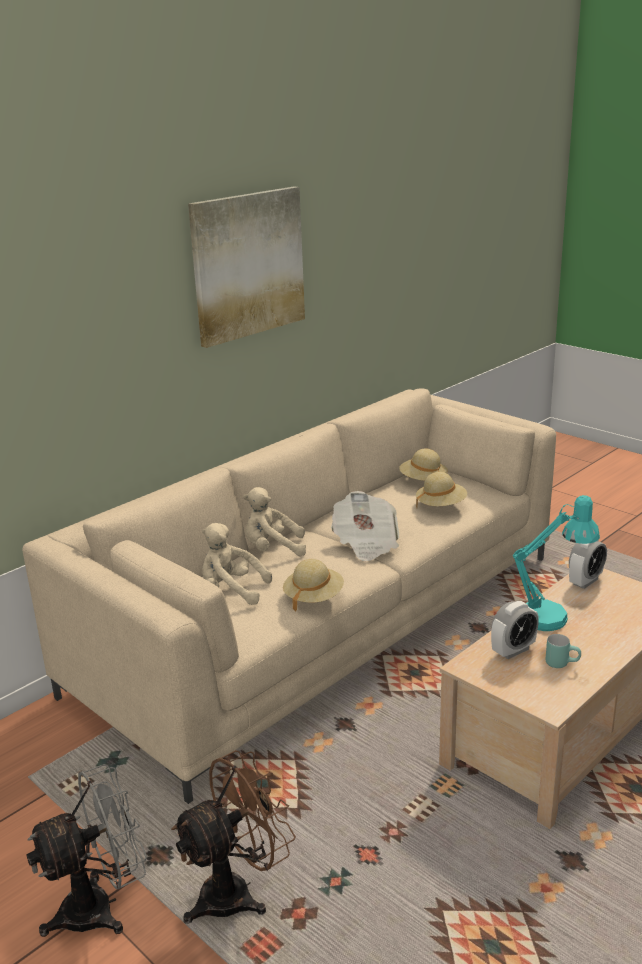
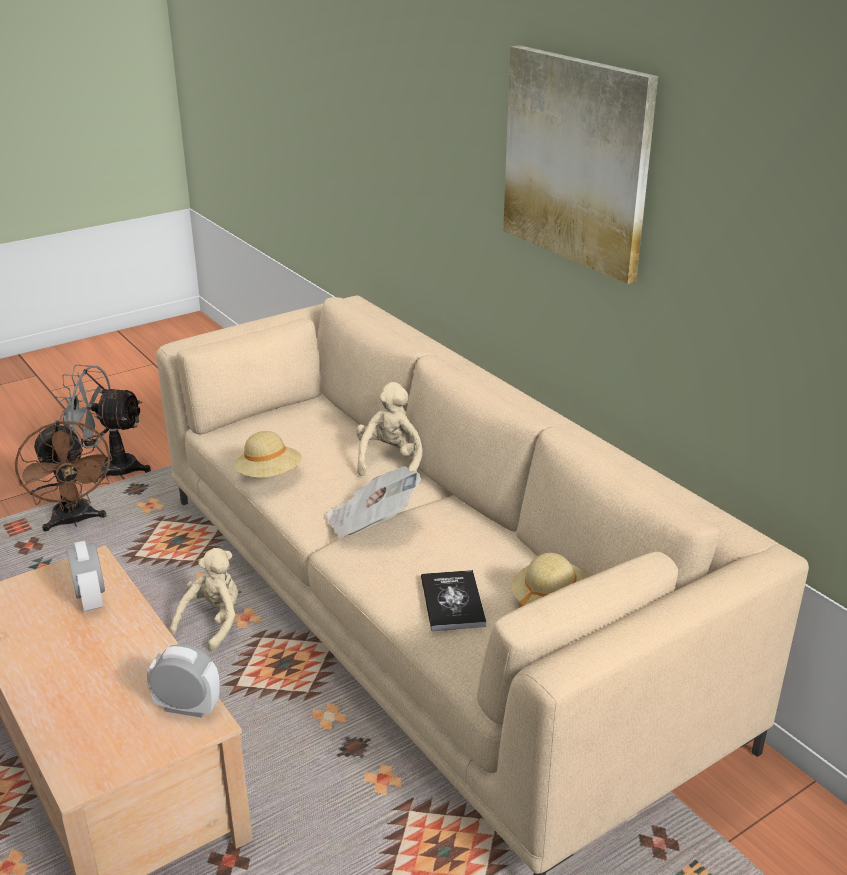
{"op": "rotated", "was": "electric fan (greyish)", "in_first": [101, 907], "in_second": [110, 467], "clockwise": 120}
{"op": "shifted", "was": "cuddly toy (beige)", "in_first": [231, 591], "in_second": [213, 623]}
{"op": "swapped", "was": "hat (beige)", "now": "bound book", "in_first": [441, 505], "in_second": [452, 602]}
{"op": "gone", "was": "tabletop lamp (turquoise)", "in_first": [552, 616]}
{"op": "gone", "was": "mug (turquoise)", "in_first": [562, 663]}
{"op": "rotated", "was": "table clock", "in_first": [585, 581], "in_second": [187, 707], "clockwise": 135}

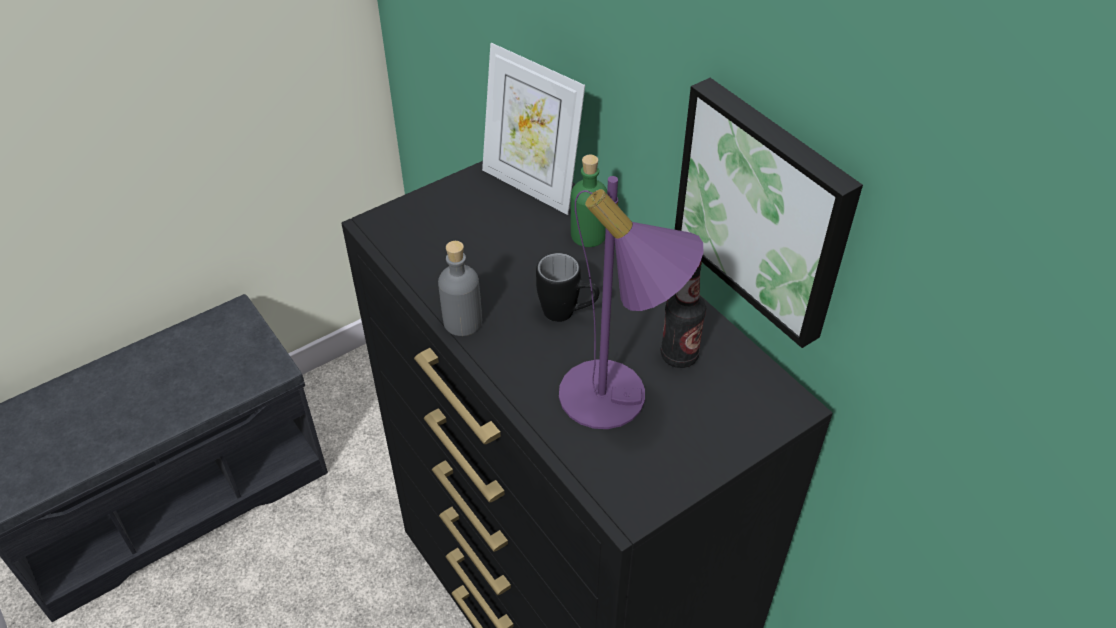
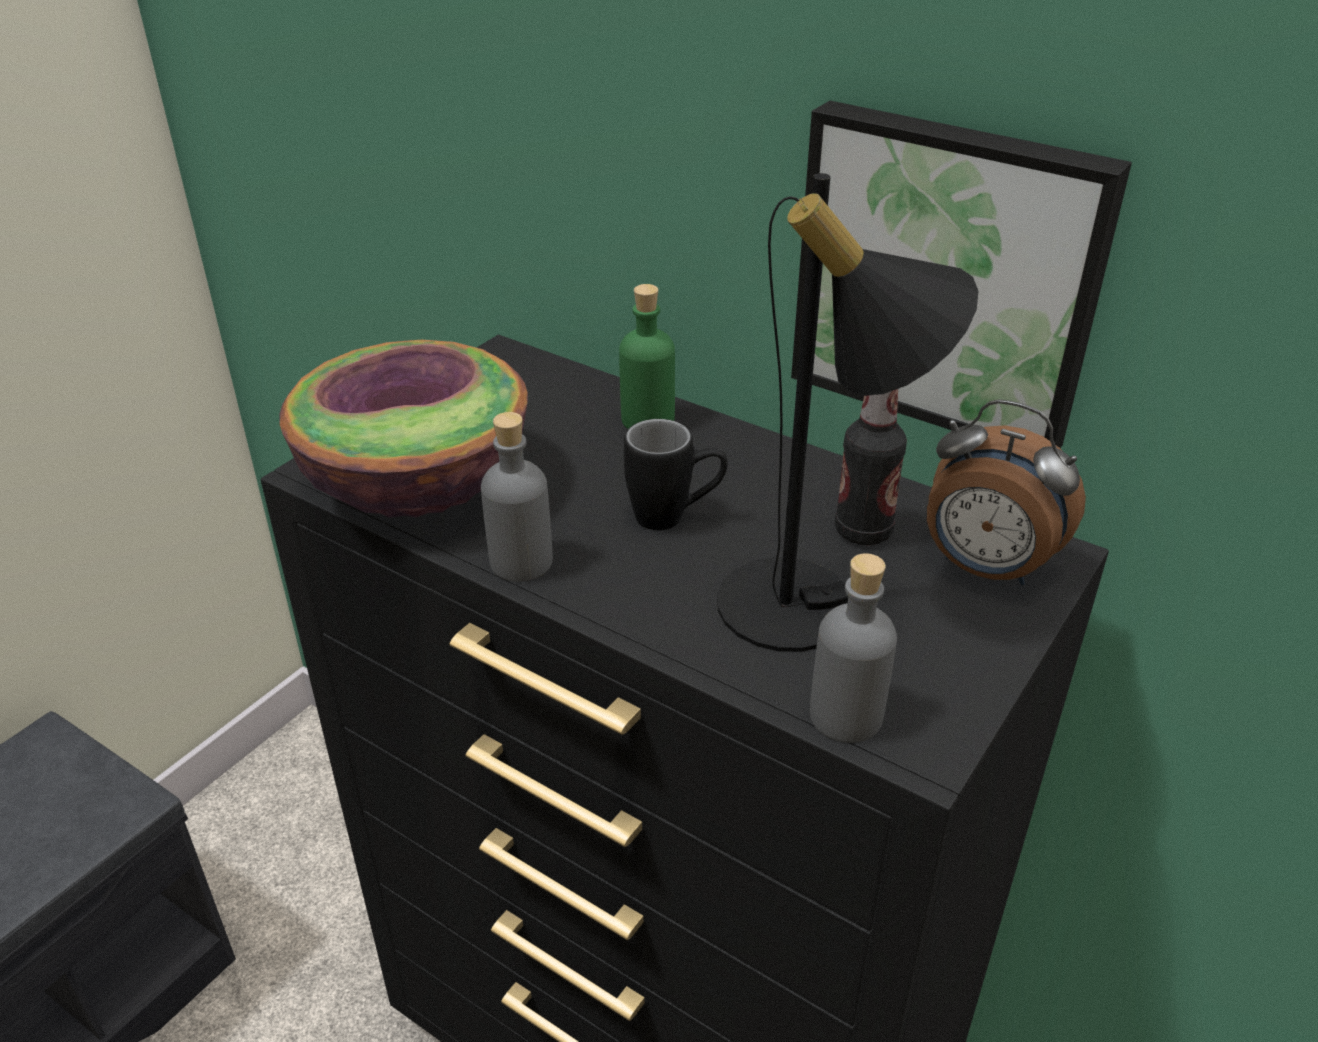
{"op": "gone", "was": "standing frame", "in_first": [531, 186]}
{"op": "repainted", "was": "tabletop lamp (purple)", "now": "tabletop lamp (black)", "in_first": [617, 402], "in_second": [814, 608]}
{"op": "new", "now": "serving bowl", "in_second": [418, 486]}
{"op": "new", "now": "beverage bottle (greyish)", "in_second": [846, 716]}
{"op": "new", "now": "table clock", "in_second": [985, 568]}

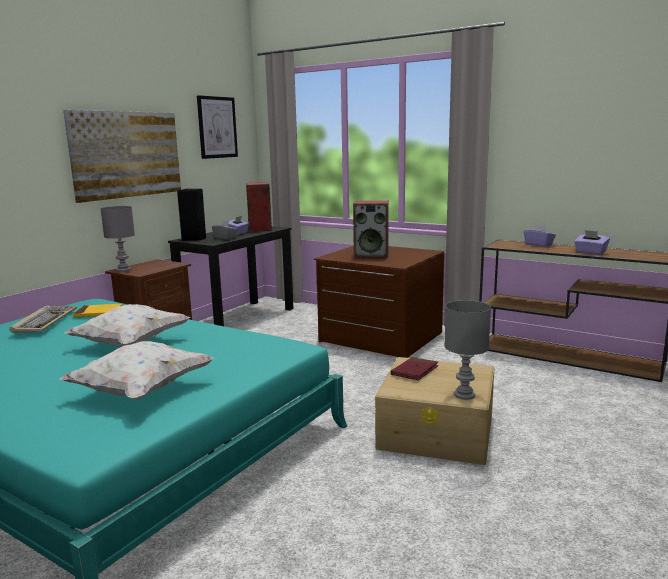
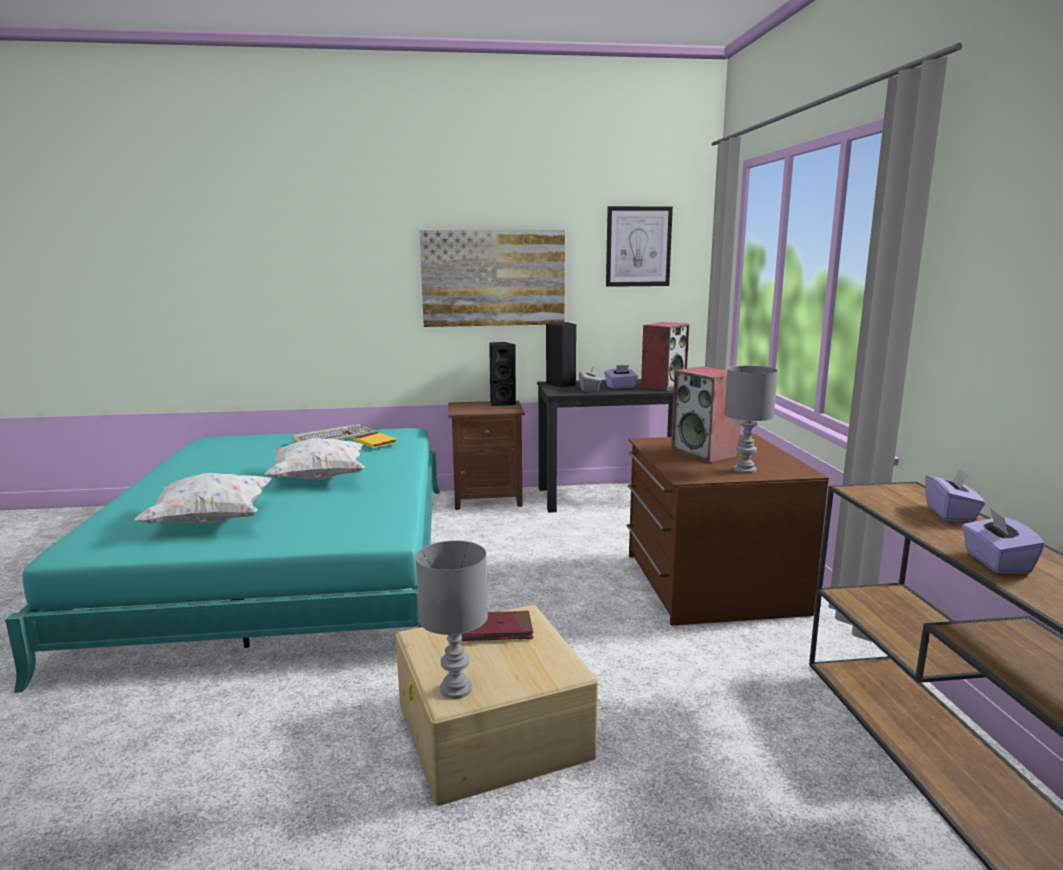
{"op": "shifted", "was": "tabletop lamp (greyish)", "in_first": [123, 270], "in_second": [744, 470]}
{"op": "new", "now": "loudspeaker (black)", "in_second": [501, 403]}

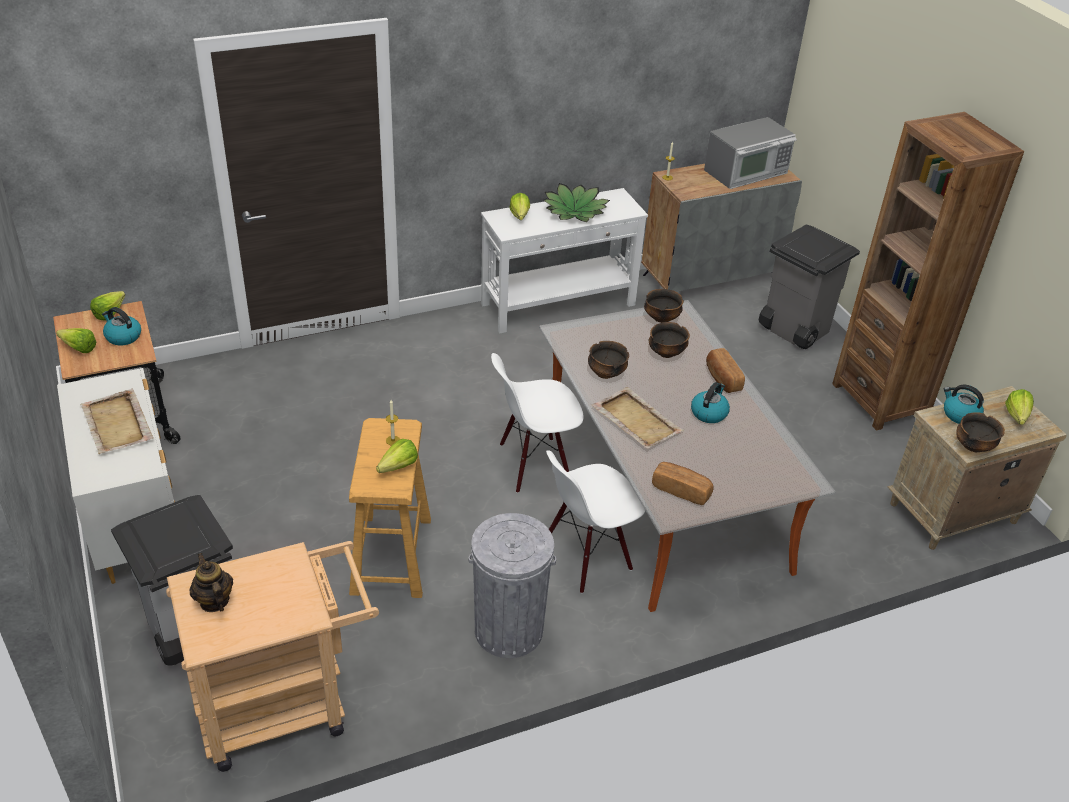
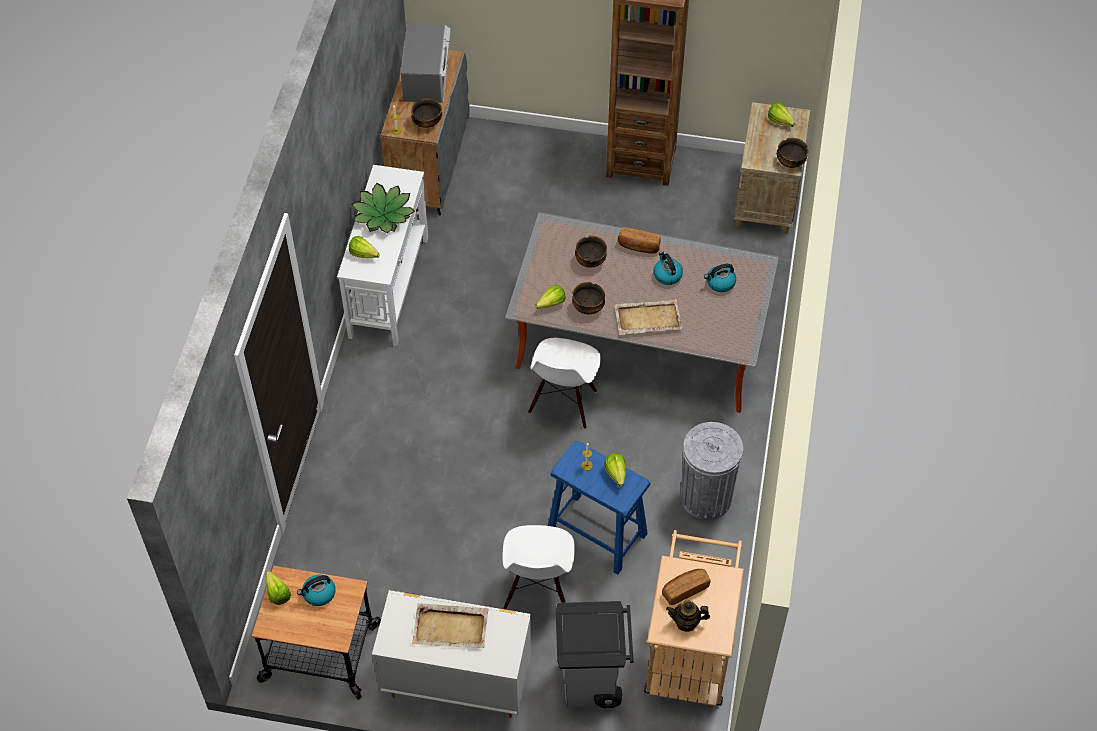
{"op": "shifted", "was": "lettuce head", "in_first": [77, 347], "in_second": [549, 305]}
{"op": "repainted", "was": "stool (beige)", "now": "stool (blue)", "in_first": [391, 555], "in_second": [596, 533]}
{"op": "shifted", "was": "upright chair (whitish)", "in_first": [587, 556], "in_second": [538, 590]}
{"op": "shifted", "was": "serving bowl", "in_first": [661, 318], "in_second": [427, 122]}
{"op": "shifted", "was": "bakery bread", "in_first": [681, 490], "in_second": [685, 589]}
{"op": "gone", "was": "waste bin (greyish)", "in_first": [793, 330]}
{"op": "shifted", "was": "water kettle", "in_first": [960, 415], "in_second": [720, 283]}

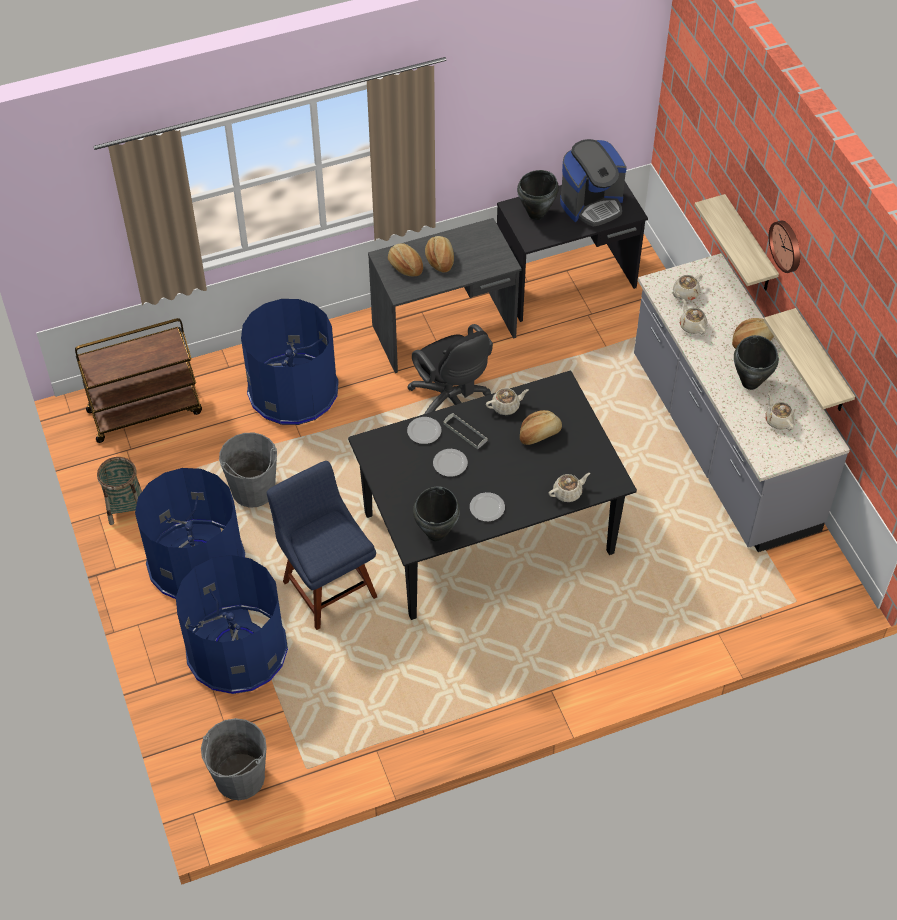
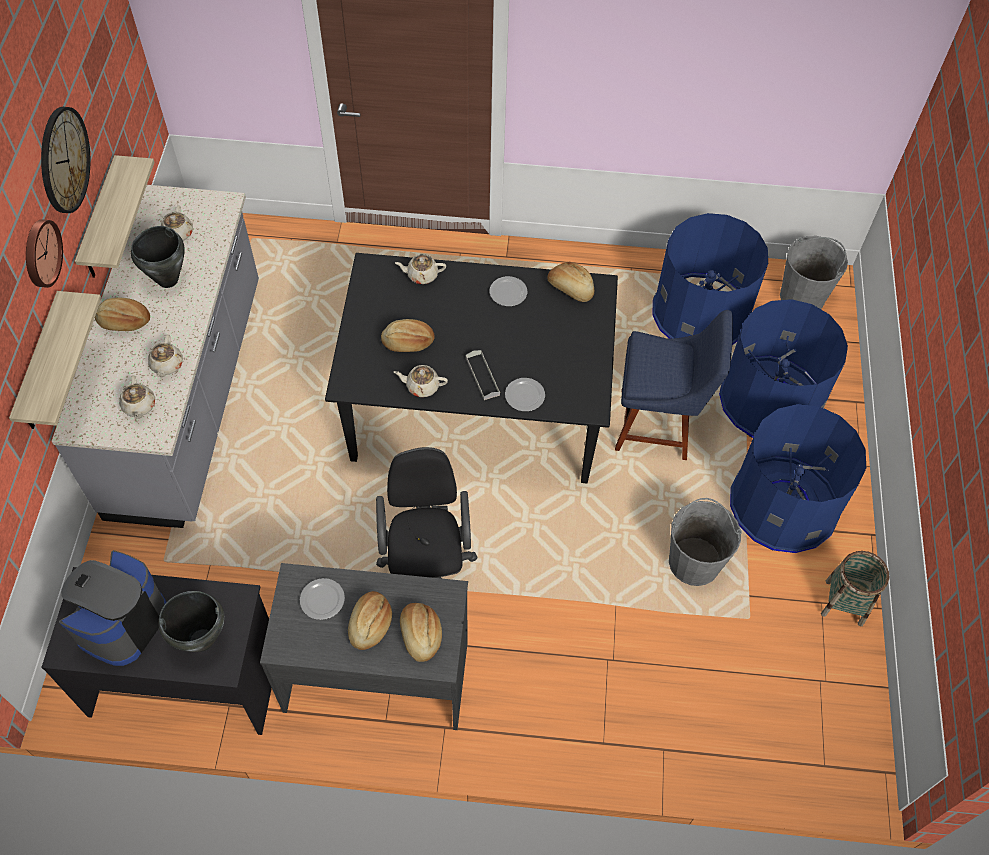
{"op": "gone", "was": "trolley (brownish)", "in_first": [145, 411]}
{"op": "shifted", "was": "waste bin (blue)", "in_first": [293, 390], "in_second": [700, 314]}
{"op": "rotated", "was": "upright chair (blue)", "in_first": [327, 586], "in_second": [659, 425], "clockwise": -75}
{"op": "swapped", "was": "cooking pot (black)", "now": "bakery bread", "in_first": [437, 533], "in_second": [570, 289]}
{"op": "shifted", "was": "flat dish", "in_first": [449, 463], "in_second": [322, 600]}
{"op": "rotated", "was": "coffee machine", "in_first": [592, 204], "in_second": [121, 622], "clockwise": -60}
{"op": "rotated", "was": "teapot (beige)", "in_first": [685, 294], "in_second": [139, 406], "clockwise": 90}
{"op": "new", "now": "hanging clock", "in_second": [63, 160]}

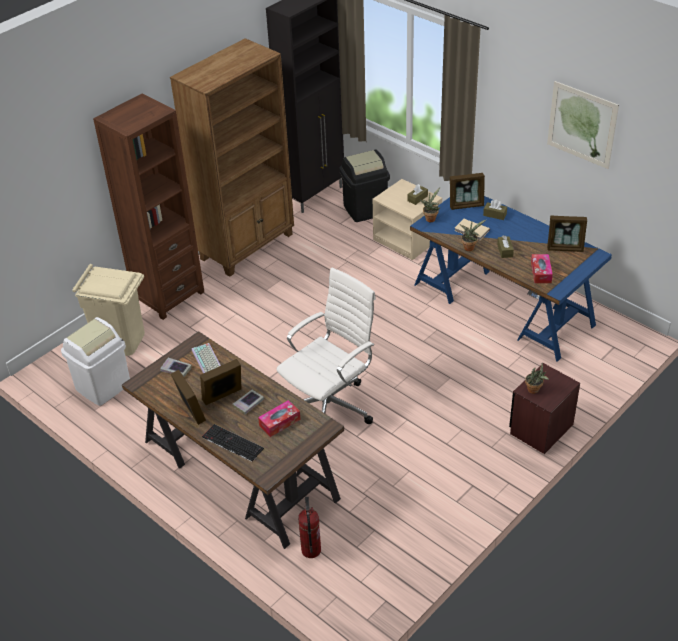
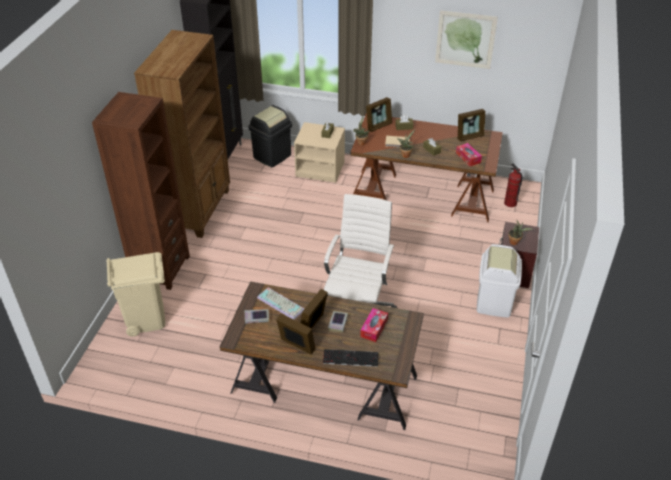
{"op": "shifted", "was": "waste bin (whitish)", "in_first": [103, 386], "in_second": [493, 302]}
{"op": "shifted", "was": "extinguisher", "in_first": [310, 550], "in_second": [510, 203]}
{"op": "repainted", "was": "desk (blue)", "now": "desk (brownish)", "in_first": [503, 304], "in_second": [423, 194]}

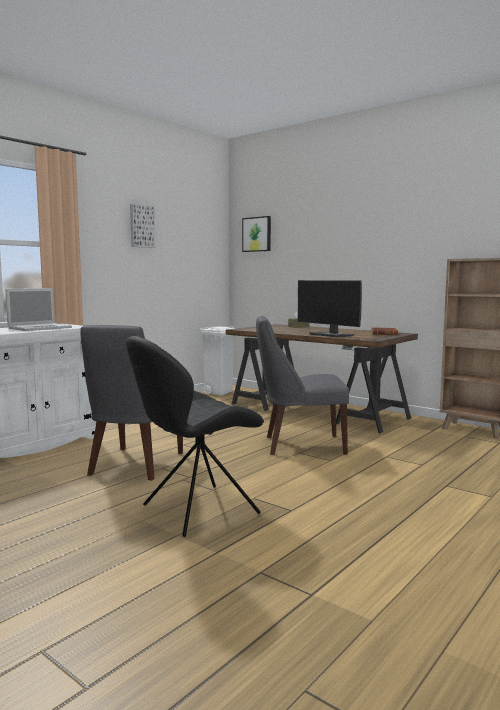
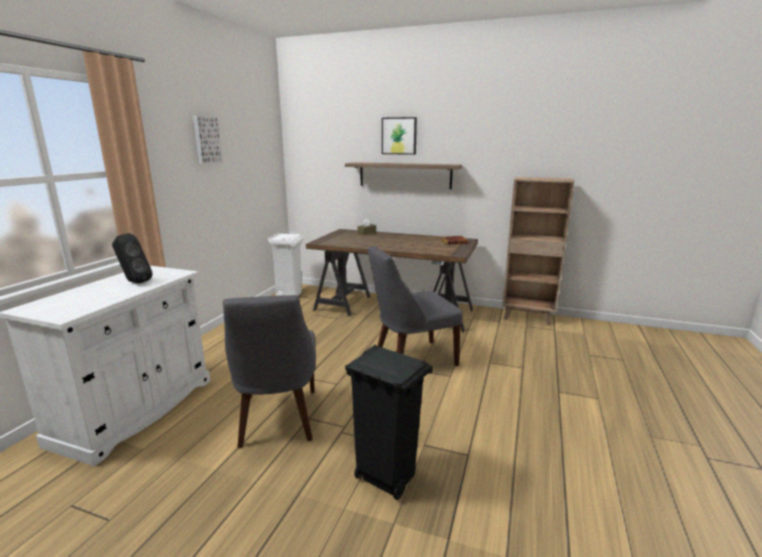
{"op": "swapped", "was": "notebook computer", "now": "loudspeaker (black)", "in_first": [41, 328], "in_second": [134, 282]}
{"op": "swapped", "was": "upright chair (black)", "now": "waste bin (black)", "in_first": [196, 510], "in_second": [386, 478]}
{"op": "shifted", "was": "wall picture", "in_first": [257, 234], "in_second": [399, 136]}
{"op": "gone", "was": "monitor", "in_first": [332, 335]}
{"op": "new", "now": "wall shelf", "in_second": [404, 175]}

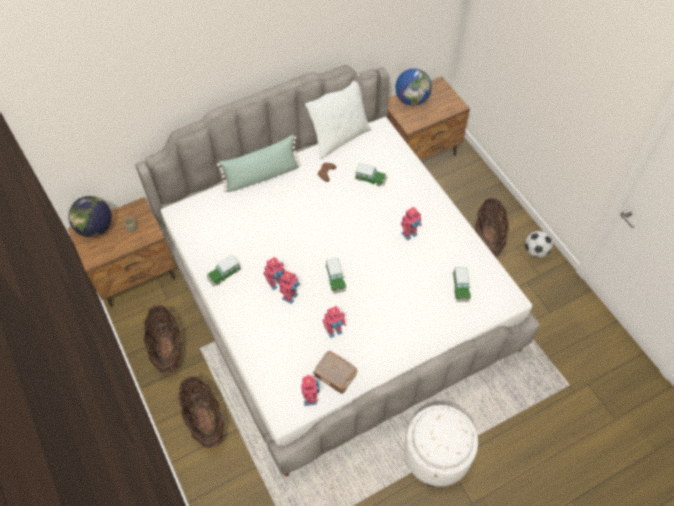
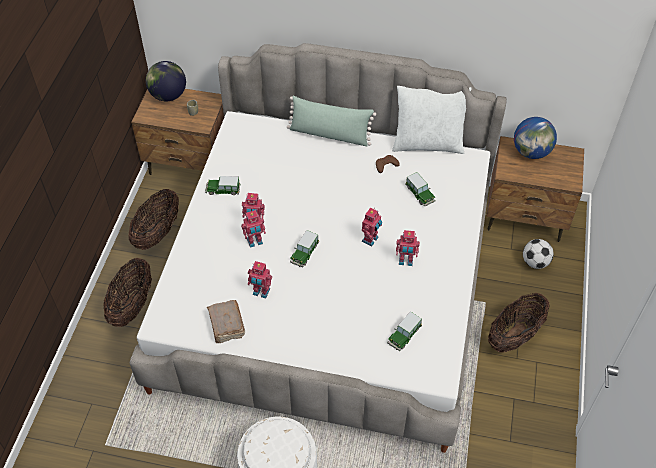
{"op": "shifted", "was": "toy robot", "in_first": [311, 398], "in_second": [371, 239]}
{"op": "shifted", "was": "football", "in_first": [536, 251], "in_second": [535, 262]}

